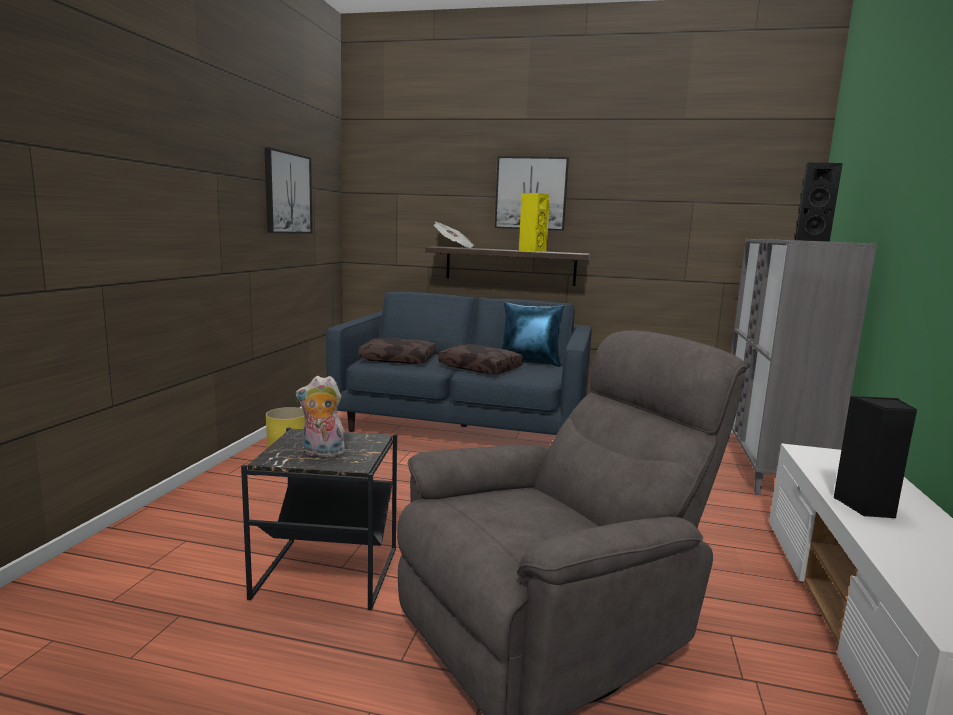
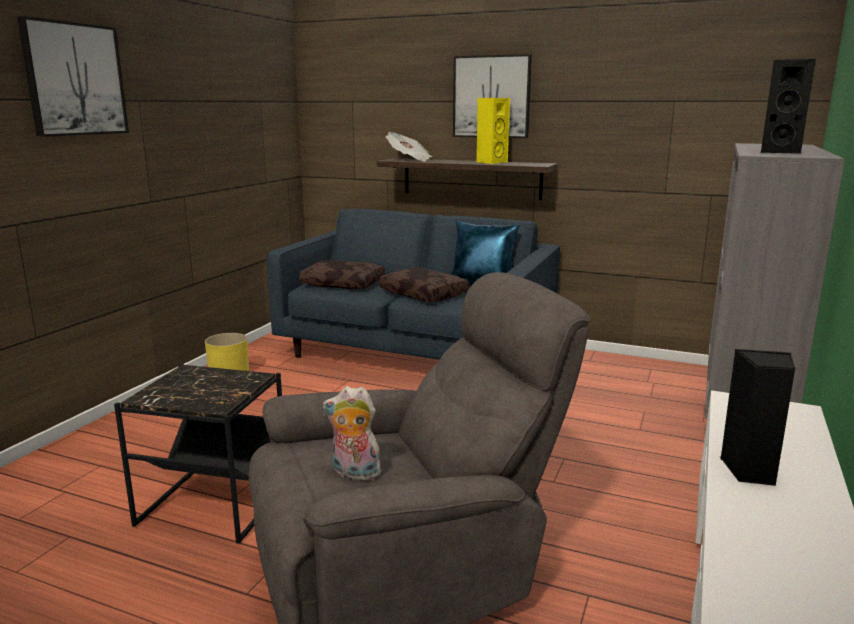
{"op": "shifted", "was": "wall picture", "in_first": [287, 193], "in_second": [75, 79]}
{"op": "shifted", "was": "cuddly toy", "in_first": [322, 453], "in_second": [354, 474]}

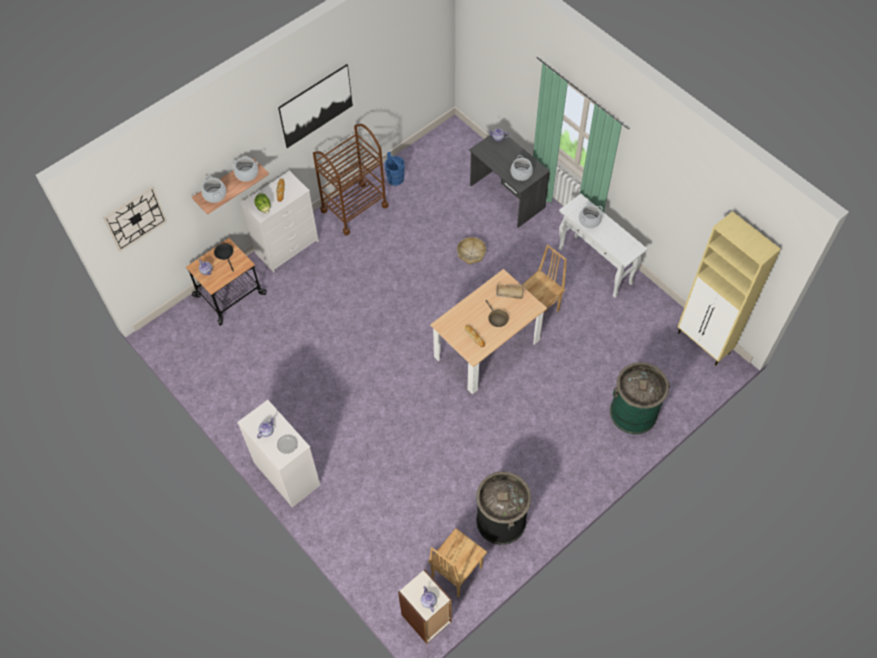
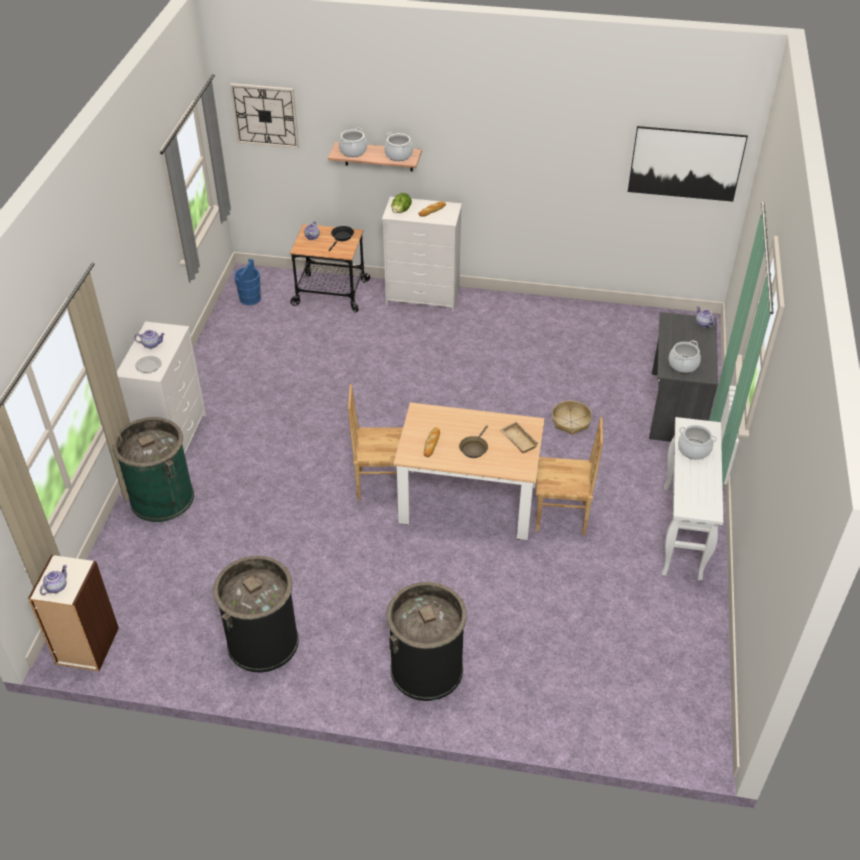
{"op": "shifted", "was": "wall picture", "in_first": [316, 106], "in_second": [685, 163]}
{"op": "gone", "was": "trolley (brownish)", "in_first": [354, 208]}
{"op": "shifted", "was": "pail (blue)", "in_first": [395, 179], "in_second": [250, 298]}
{"op": "shifted", "was": "upright chair (brownish)", "in_first": [456, 572], "in_second": [381, 484]}
{"op": "shifted", "was": "waste bin (green-coloured)", "in_first": [633, 412], "in_second": [162, 498]}
{"op": "gone", "was": "cabinet (beige)", "in_first": [704, 343]}
{"op": "new", "now": "waste bin (black)", "in_second": [426, 669]}

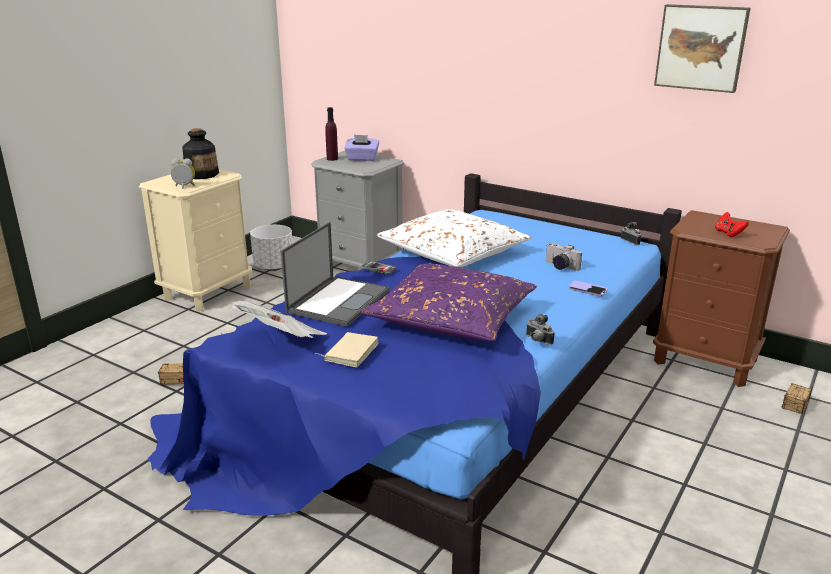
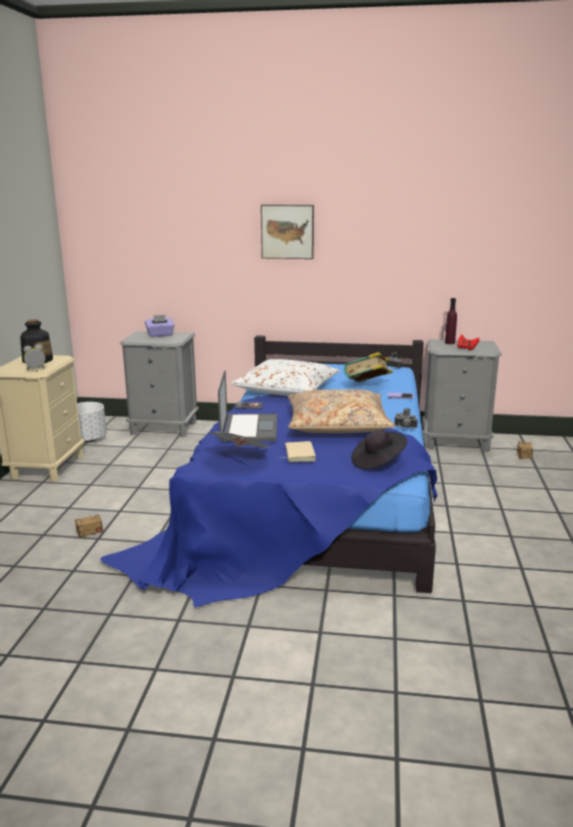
{"op": "shifted", "was": "beverage bottle (purple)", "in_first": [332, 159], "in_second": [449, 343]}
{"op": "repainted", "was": "throw pillow (purple)", "now": "throw pillow (beige)", "in_first": [451, 318], "in_second": [337, 425]}
{"op": "swapped", "was": "still camera", "now": "bound book", "in_first": [559, 267], "in_second": [367, 387]}
{"op": "repainted", "was": "bedside table (brownish)", "now": "bedside table (greyish)", "in_first": [706, 361], "in_second": [456, 442]}
{"op": "shifted", "was": "wall picture", "in_first": [701, 47], "in_second": [287, 231]}
{"op": "new", "now": "hat (black)", "in_second": [377, 462]}

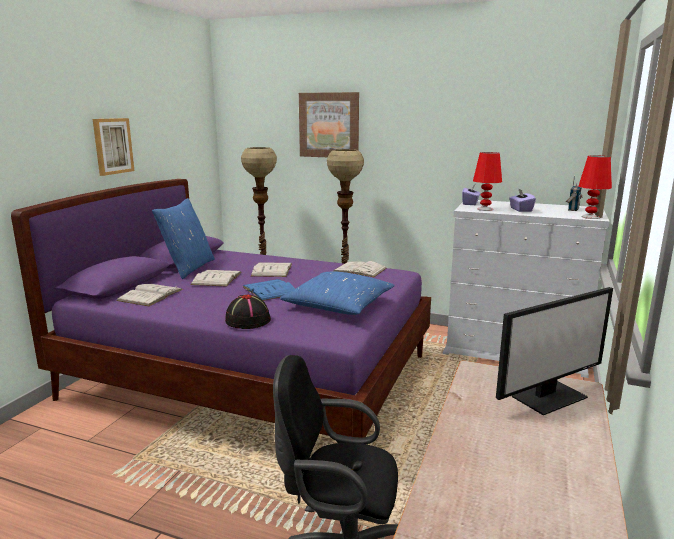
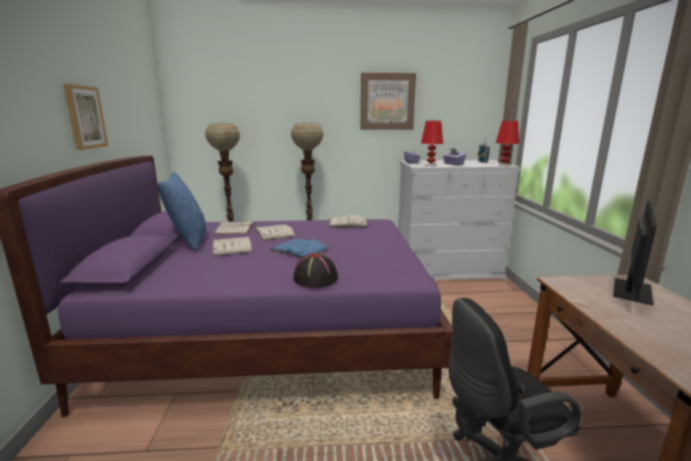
{"op": "shifted", "was": "bound book (whitish)", "in_first": [150, 295], "in_second": [235, 228]}
{"op": "gone", "was": "throw pillow (blue)", "in_first": [338, 305]}
{"op": "shifted", "was": "wall picture", "in_first": [329, 125], "in_second": [387, 101]}

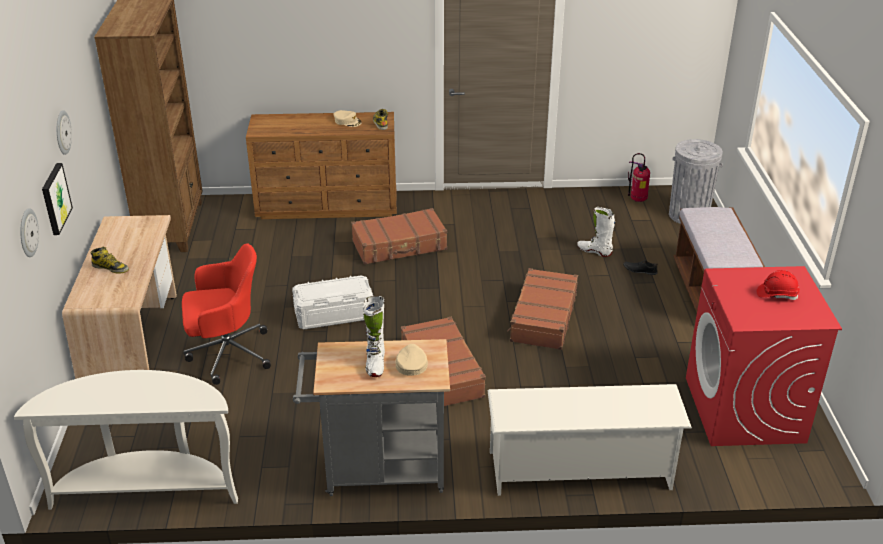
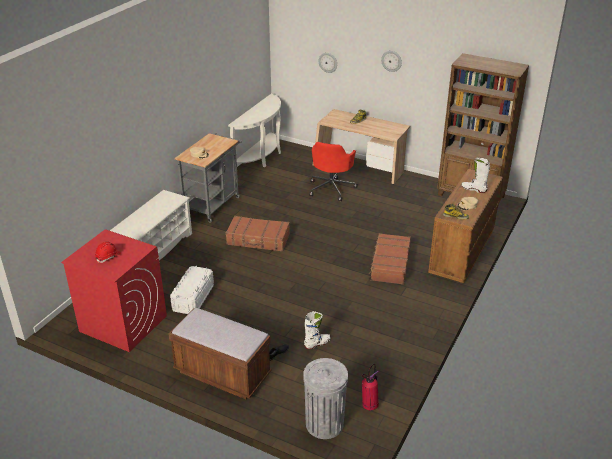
{"op": "gone", "was": "wall picture", "in_first": [55, 198]}
{"op": "shifted", "was": "storage bin (whitish)", "in_first": [334, 314], "in_second": [193, 298]}
{"op": "shifted", "was": "high-top boot (whitish)", "in_first": [375, 363], "in_second": [473, 189]}
{"op": "gone", "was": "travel case (brownish)", "in_first": [543, 318]}

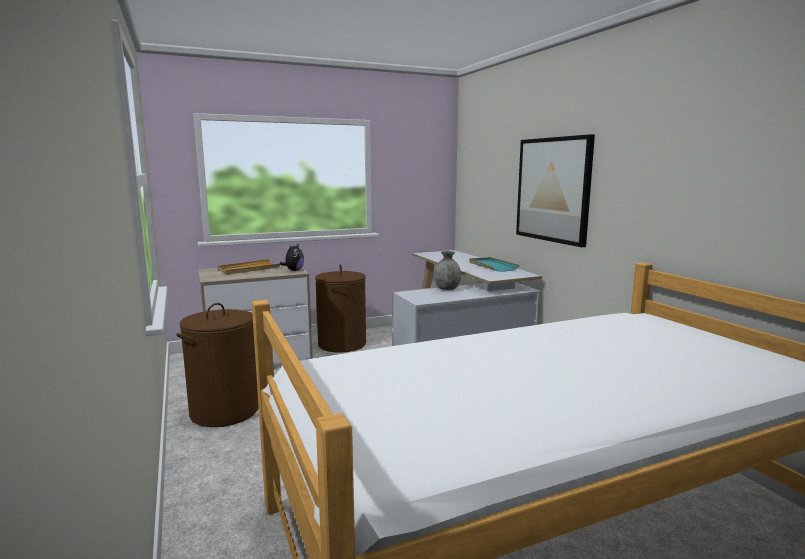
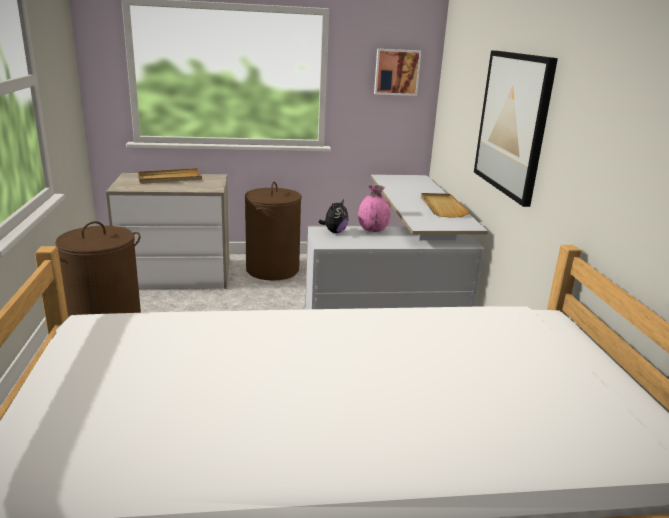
{"op": "shifted", "was": "cuddly toy", "in_first": [294, 270], "in_second": [334, 232]}
{"op": "repainted", "was": "vase (greyish)", "now": "vase (pink)", "in_first": [447, 289], "in_second": [372, 230]}
{"op": "repainted", "was": "carrying tray (turquoise)", "now": "carrying tray (beige)", "in_first": [492, 266], "in_second": [442, 207]}
{"op": "new", "now": "wall picture", "in_second": [396, 72]}

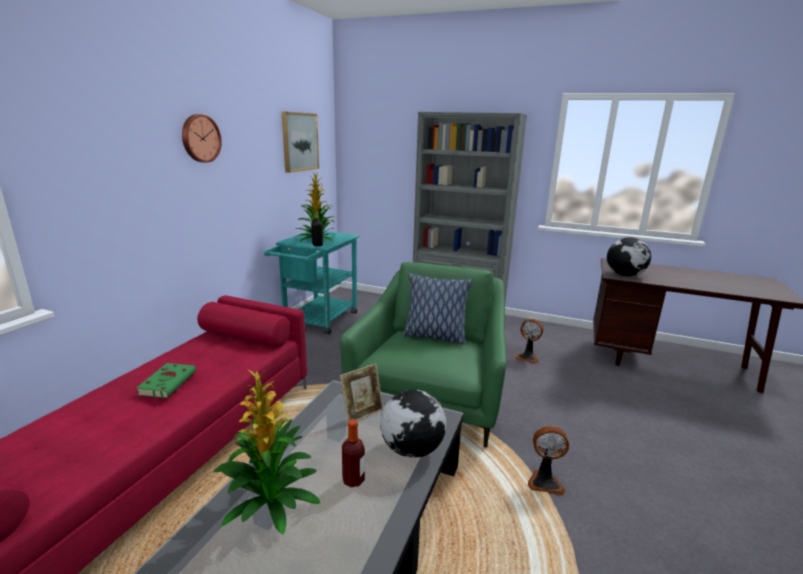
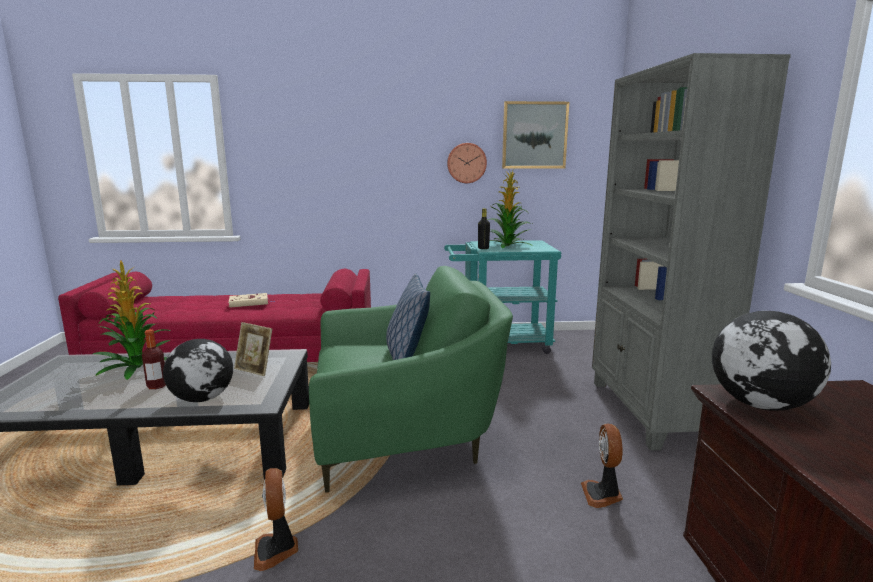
{"op": "repainted", "was": "bound book (green-coloured)", "now": "bound book (beige)", "in_first": [168, 382], "in_second": [250, 303]}
{"op": "shifted", "was": "hanging clock", "in_first": [200, 138], "in_second": [466, 163]}

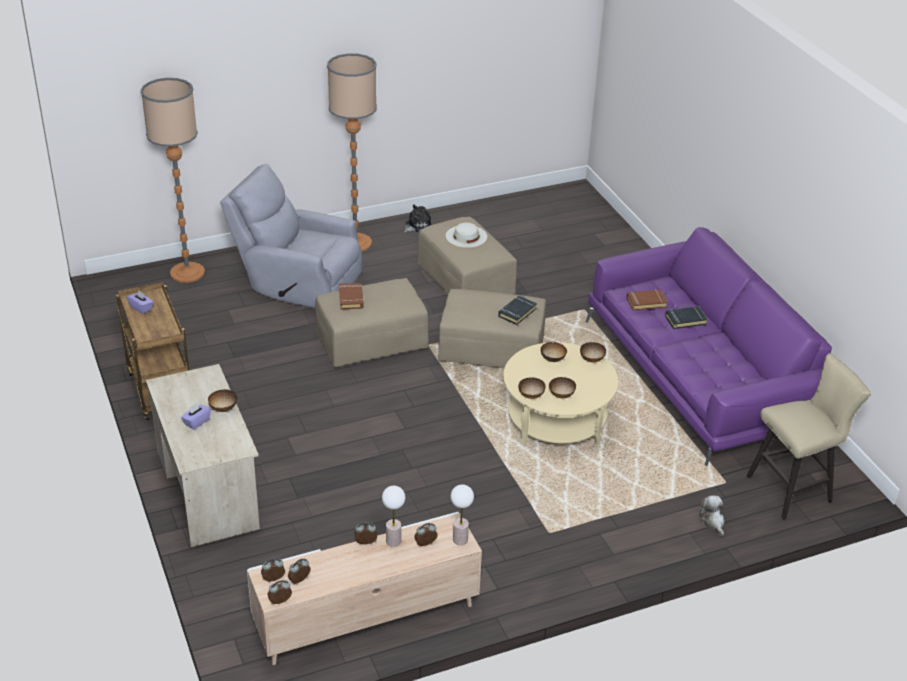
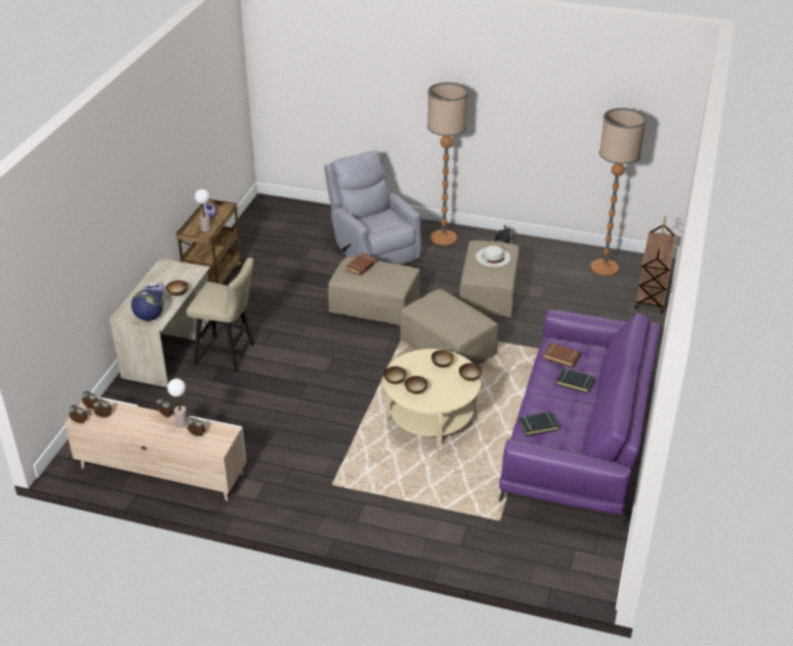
{"op": "shifted", "was": "floor lamp", "in_first": [187, 272], "in_second": [604, 267]}
{"op": "shifted", "was": "tabletop lamp", "in_first": [460, 539], "in_second": [205, 229]}
{"op": "shifted", "was": "bound book (black)", "in_first": [517, 312], "in_second": [538, 425]}
{"op": "gone", "was": "cuddly toy", "in_first": [712, 521]}
{"op": "shifted", "was": "stool (beige)", "in_first": [794, 489], "in_second": [228, 355]}
{"op": "new", "now": "globe", "in_second": [149, 317]}
{"op": "new", "now": "trolley (brownish)", "in_second": [652, 293]}

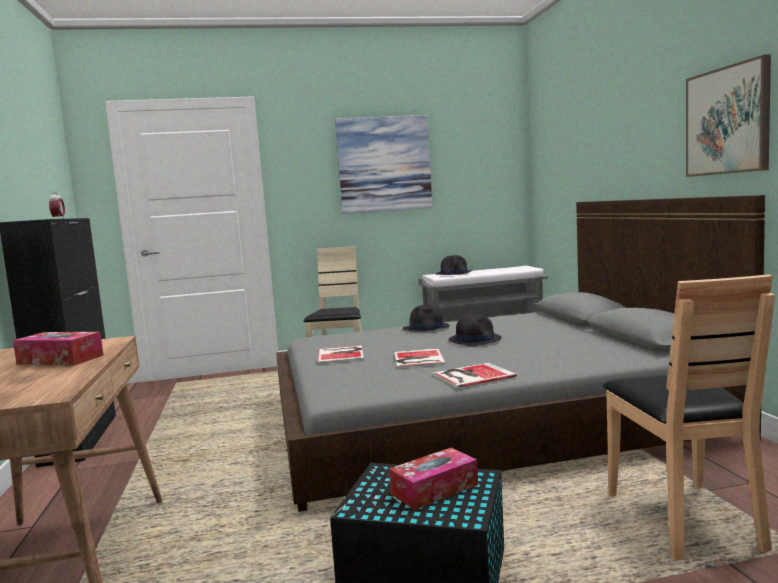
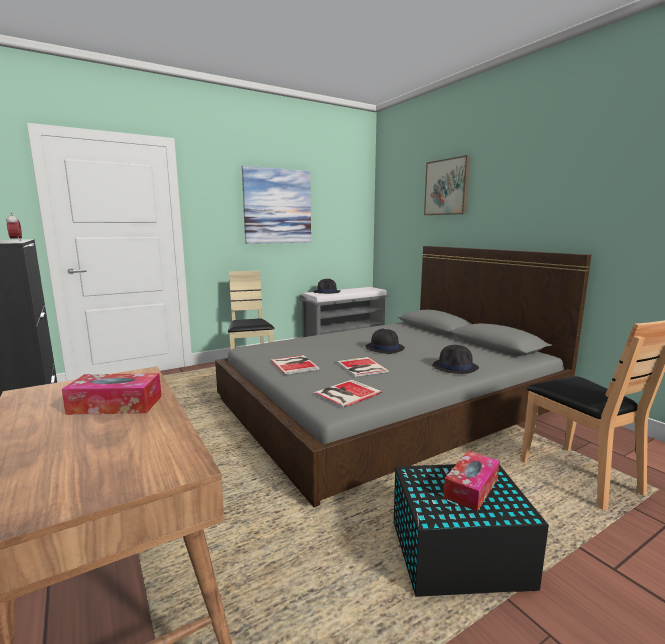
{"op": "shifted", "was": "hat (black)", "in_first": [426, 328], "in_second": [455, 367]}
{"op": "shifted", "was": "bound book", "in_first": [471, 375], "in_second": [345, 393]}
{"op": "shifted", "was": "wall picture", "in_first": [727, 121], "in_second": [446, 187]}

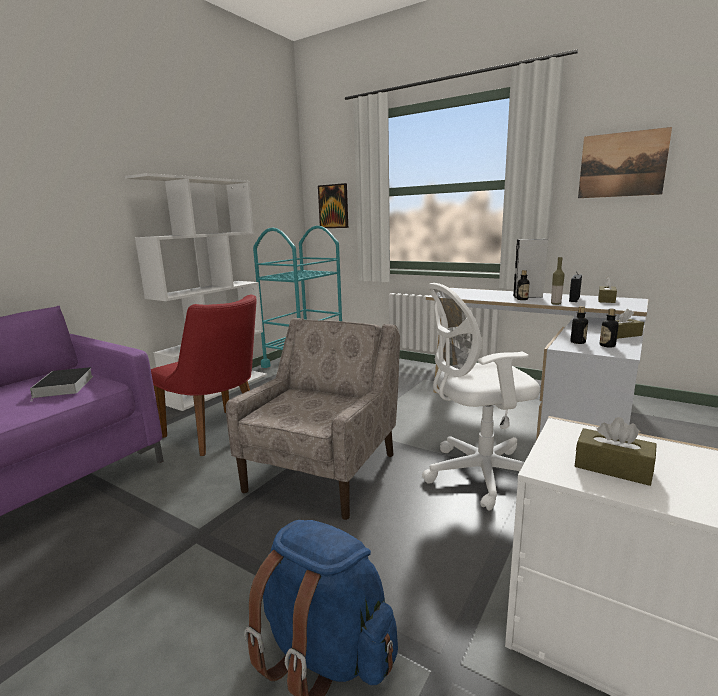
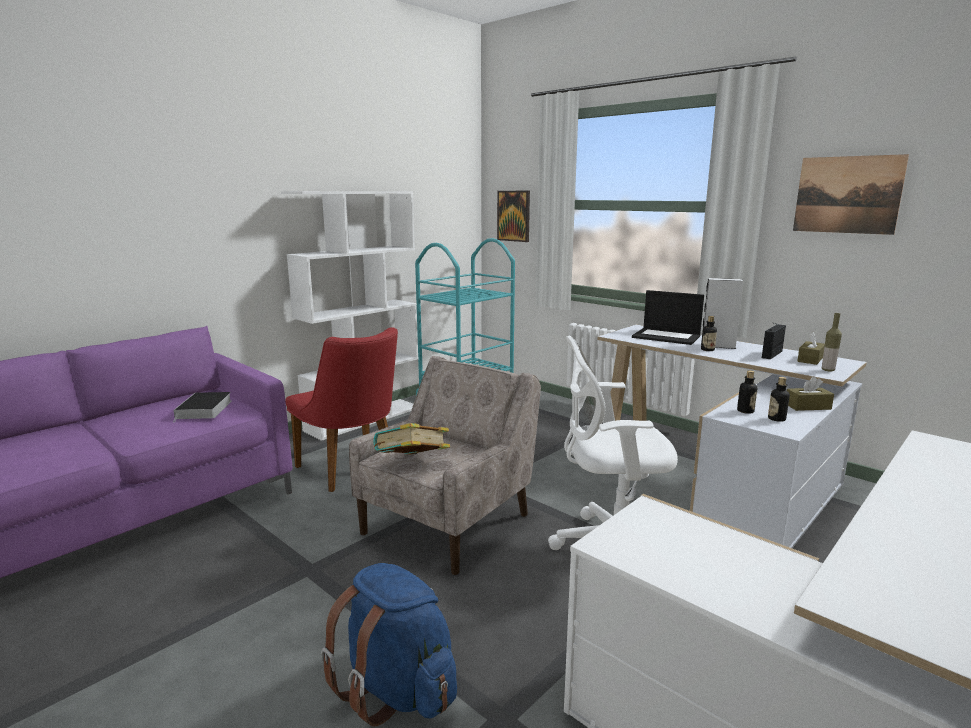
{"op": "shifted", "was": "beverage bottle", "in_first": [555, 304], "in_second": [828, 370]}
{"op": "gone", "was": "tissue holder (brownish)", "in_first": [612, 468]}
{"op": "new", "now": "bound book", "in_second": [412, 464]}
{"op": "new", "now": "notebook computer", "in_second": [667, 337]}

